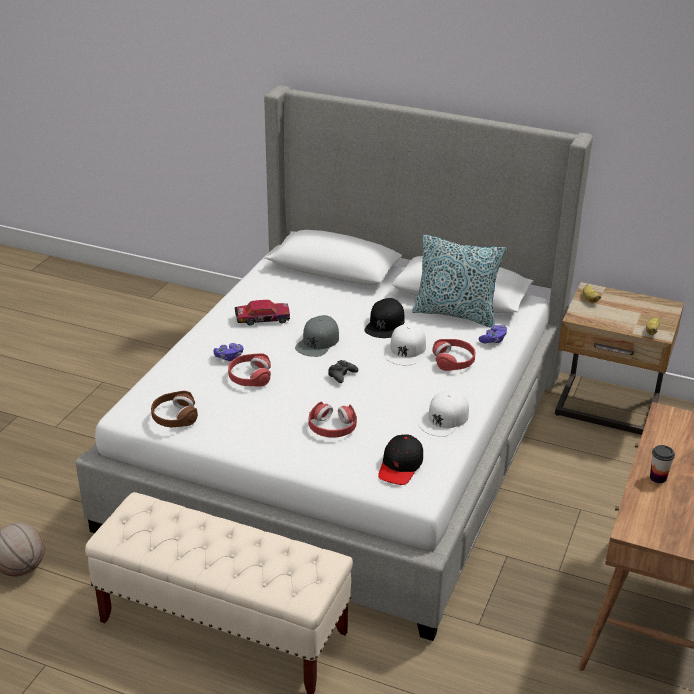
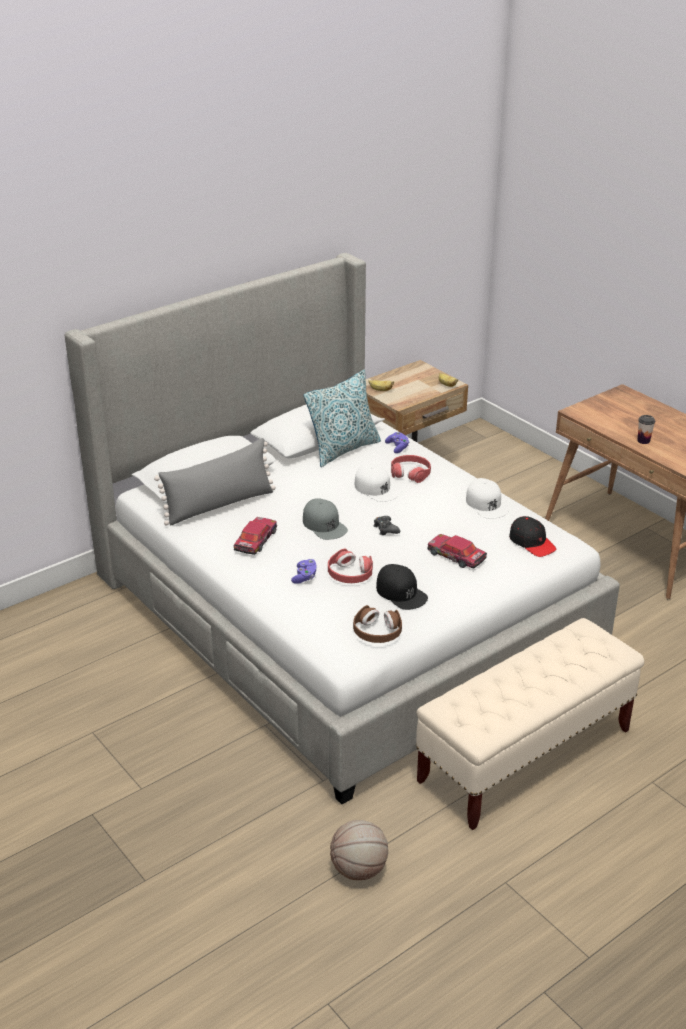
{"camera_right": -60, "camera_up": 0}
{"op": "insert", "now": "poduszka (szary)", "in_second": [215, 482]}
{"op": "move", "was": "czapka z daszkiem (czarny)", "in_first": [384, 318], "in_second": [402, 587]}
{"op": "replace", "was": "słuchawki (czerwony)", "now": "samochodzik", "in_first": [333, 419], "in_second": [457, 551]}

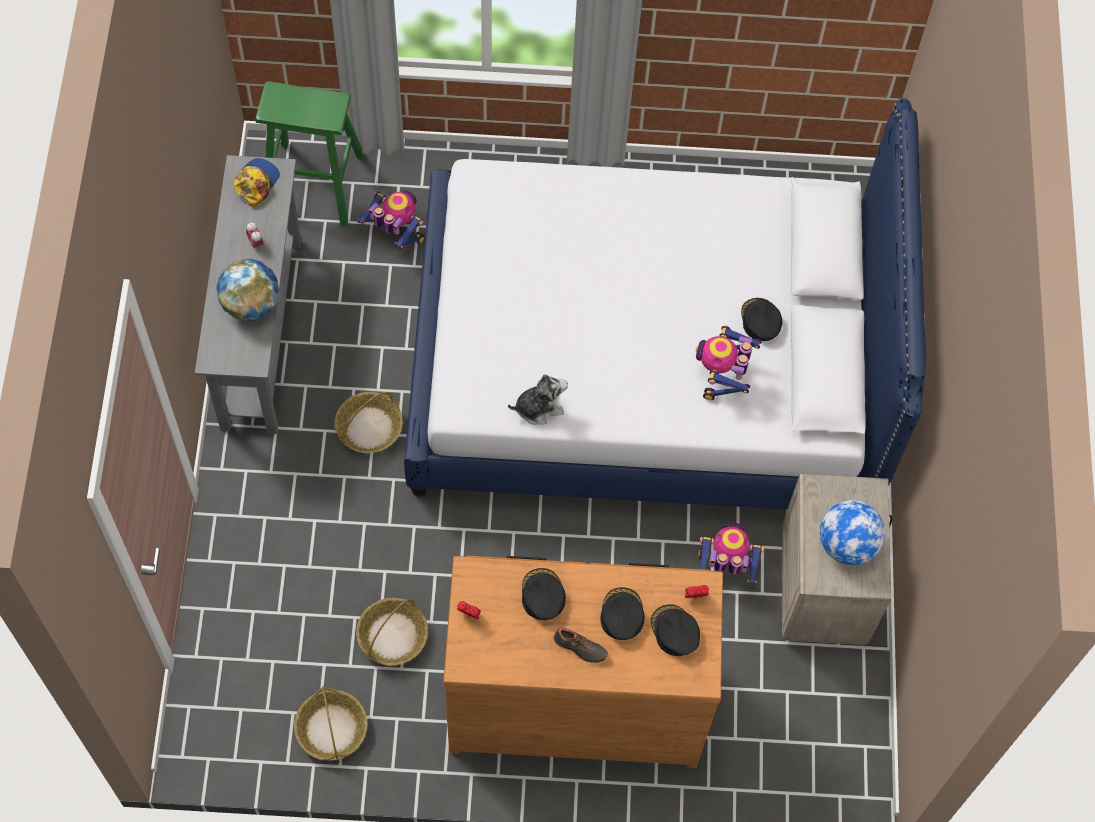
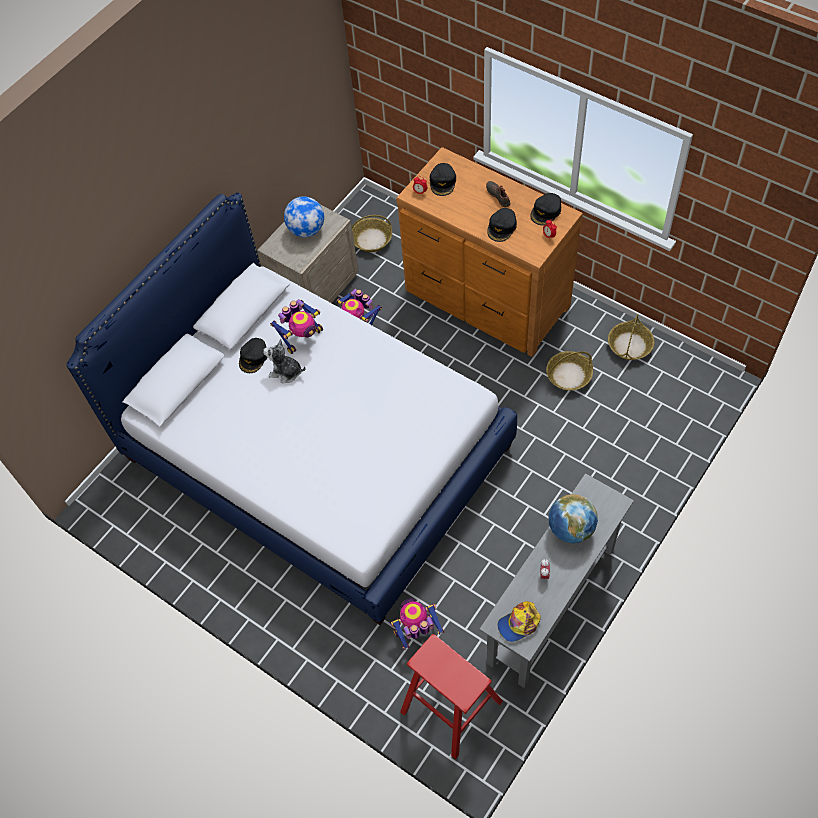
{"camera_right": -140, "camera_up": -5}
{"op": "move", "was": "koszyk", "in_first": [369, 422], "in_second": [372, 233]}
{"op": "move", "was": "pluszak", "in_first": [538, 399], "in_second": [284, 361]}
{"op": "move", "was": "czapka z daszkiem (czarny)", "in_first": [622, 613], "in_second": [545, 209]}
{"op": "recolor", "was": "stołek (zielony)", "now": "stołek (czerwony)", "in_first": [310, 154], "in_second": [451, 696]}
{"op": "rotate", "was": "robot zabawkowy", "in_first": [391, 219], "in_second": [417, 624], "clockwise": 90}

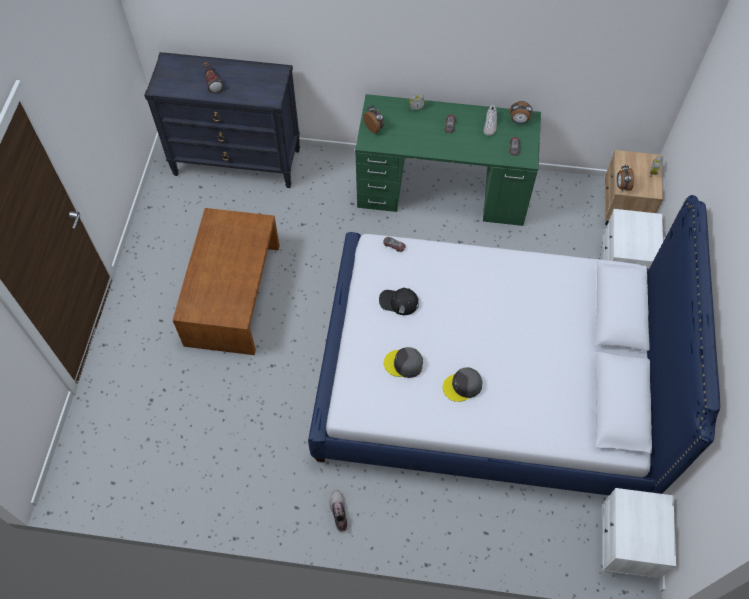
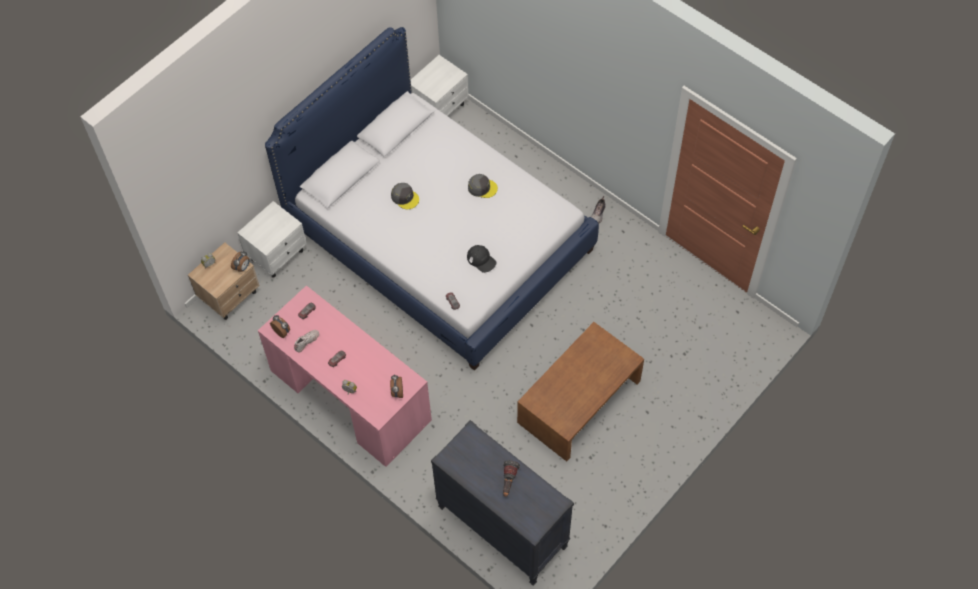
{"camera_right": -145, "camera_up": 0}
{"op": "move", "was": "czapka z daszkiem (szary)", "in_first": [403, 362], "in_second": [405, 196]}
{"op": "recolor", "was": "biurko (zielony)", "now": "biurko (różowy)", "in_first": [448, 160], "in_second": [345, 376]}

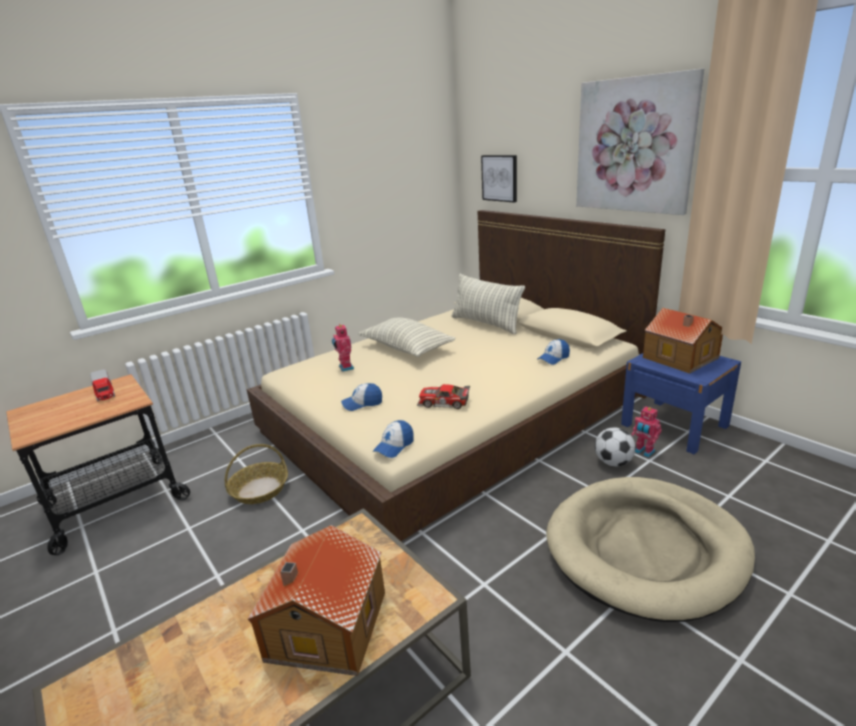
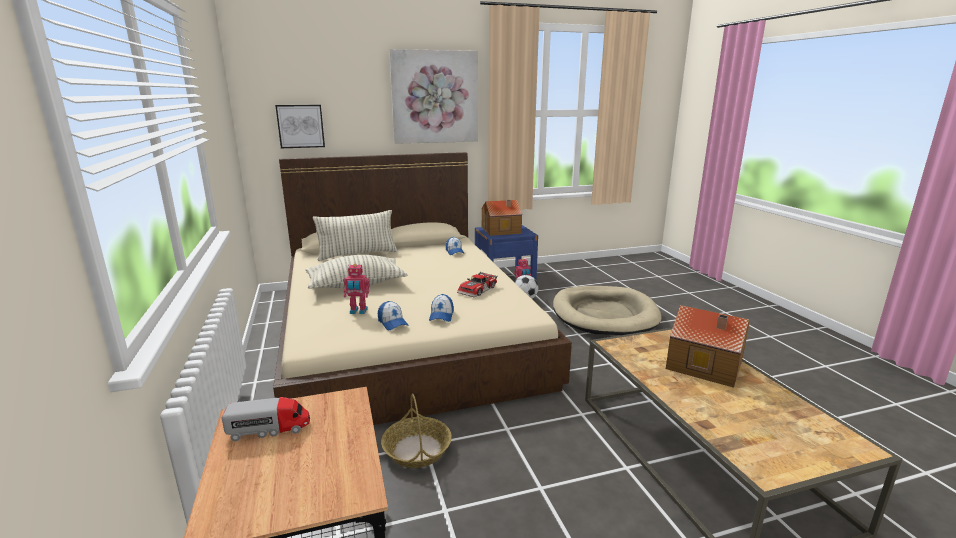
{"camera_right": -70, "camera_up": -5}
{"op": "move", "was": "czapka z daszkiem", "in_first": [393, 439], "in_second": [393, 315]}

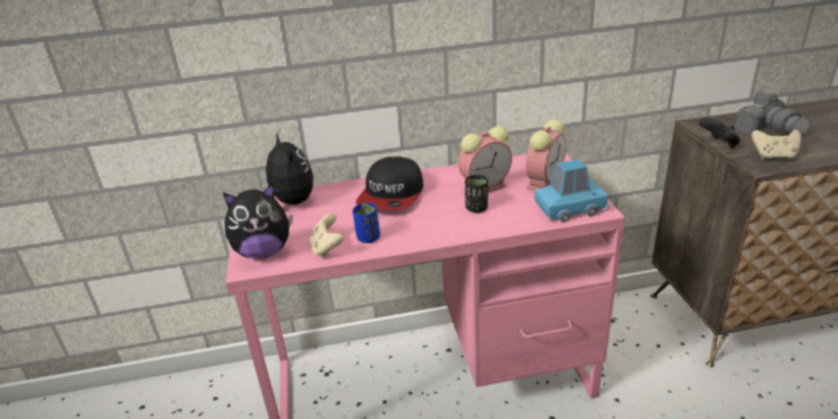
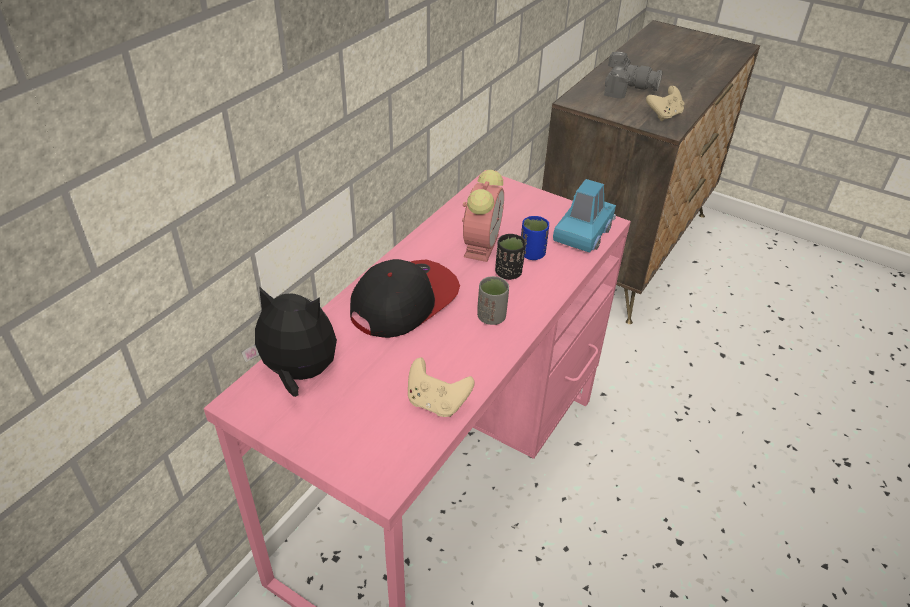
{"camera_right": -50, "camera_up": 10}
{"op": "delete", "was": "pluszak", "in_first": [258, 221]}
{"op": "delete", "was": "budzik", "in_first": [546, 155]}
{"op": "delete", "was": "pad do gier (czarny)", "in_first": [720, 133]}
{"op": "insert", "now": "filiżanka (szary)", "in_second": [493, 300]}
{"op": "move", "was": "filiżanka (niebieski)", "in_first": [366, 223], "in_second": [535, 238]}
{"op": "rotate", "was": "czapka z daszkiem", "in_first": [389, 183], "in_second": [405, 298], "clockwise": -105}

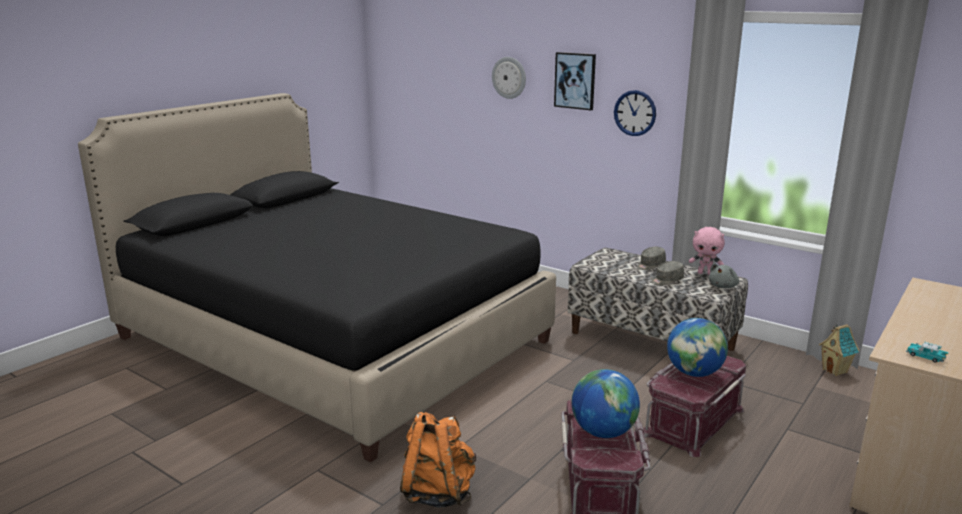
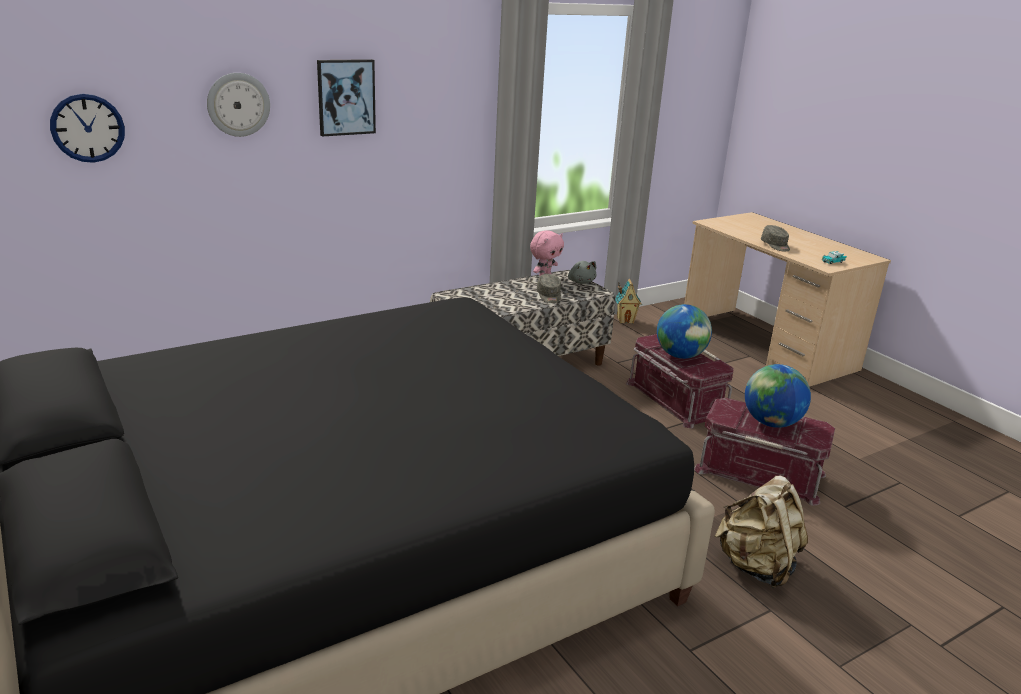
{"camera_right": -70, "camera_up": 5}
{"op": "move", "was": "zegar ścienny", "in_first": [635, 113], "in_second": [87, 128]}
{"op": "move", "was": "czapka z daszkiem (szary)", "in_first": [651, 258], "in_second": [775, 238]}
{"op": "recolor", "was": "plecak (pomarańczowy)", "now": "plecak (beżowy)", "in_first": [438, 460], "in_second": [761, 531]}

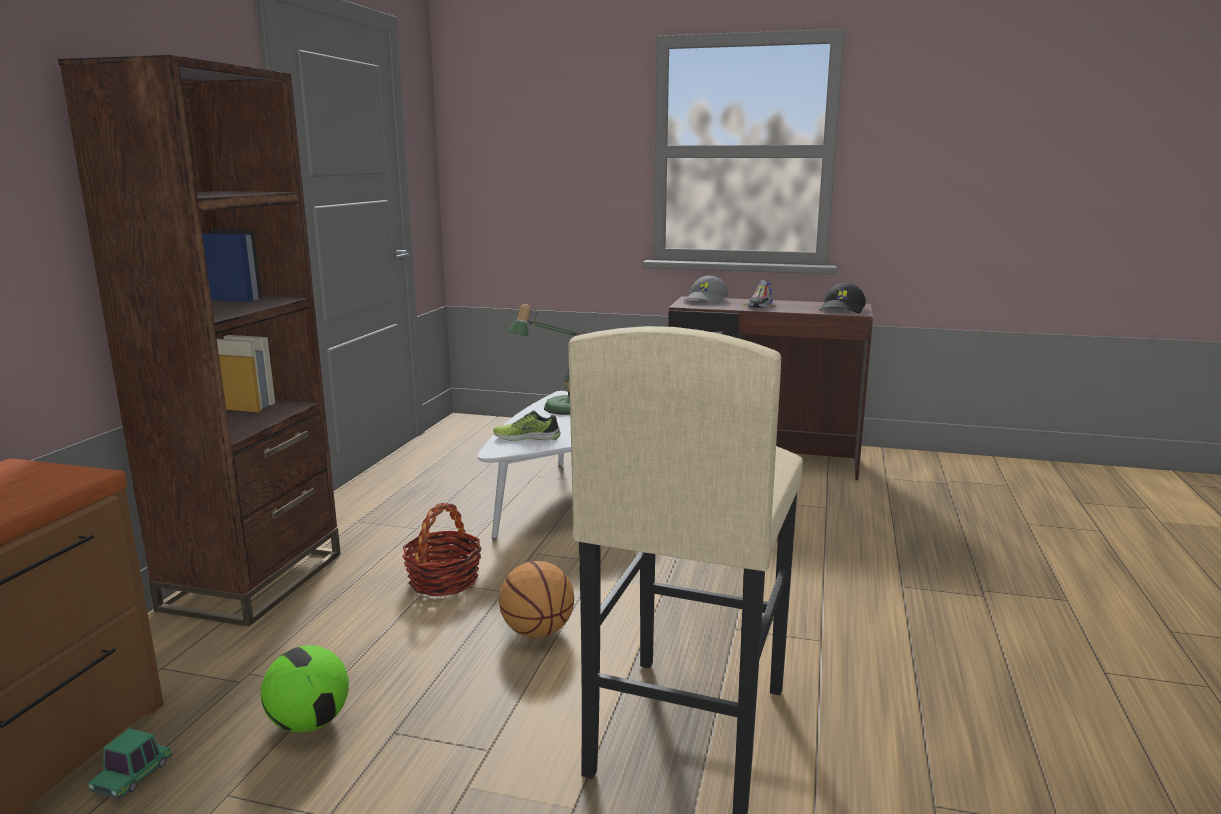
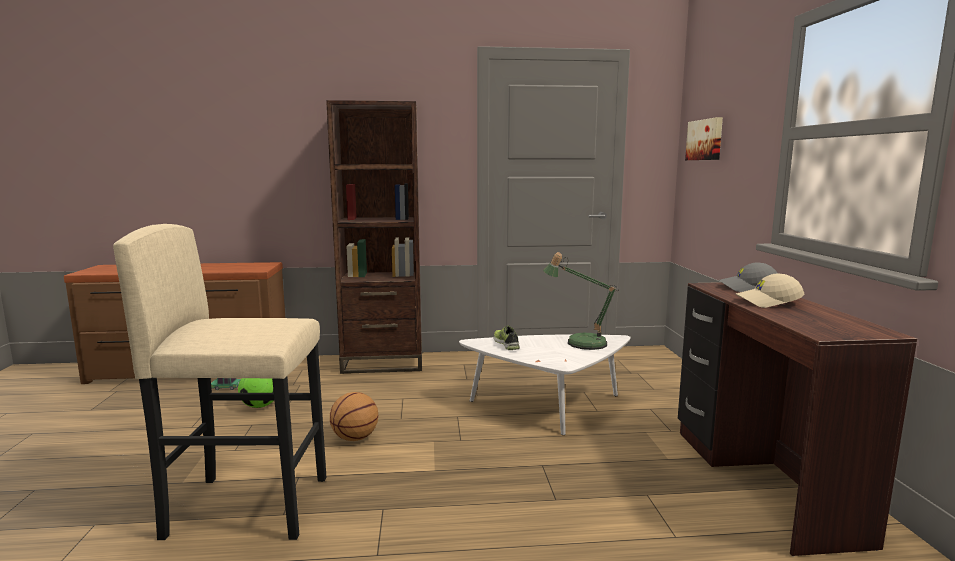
{"camera_right": 70, "camera_up": -5}
{"op": "delete", "was": "koszyk", "in_first": [442, 550]}
{"op": "delete", "was": "czapka z daszkiem (czarny)", "in_first": [843, 298]}
{"op": "insert", "now": "obraz", "in_second": [704, 138]}
{"op": "replace", "was": "but", "now": "czapka z daszkiem (beżowy)", "in_first": [759, 294], "in_second": [770, 290]}

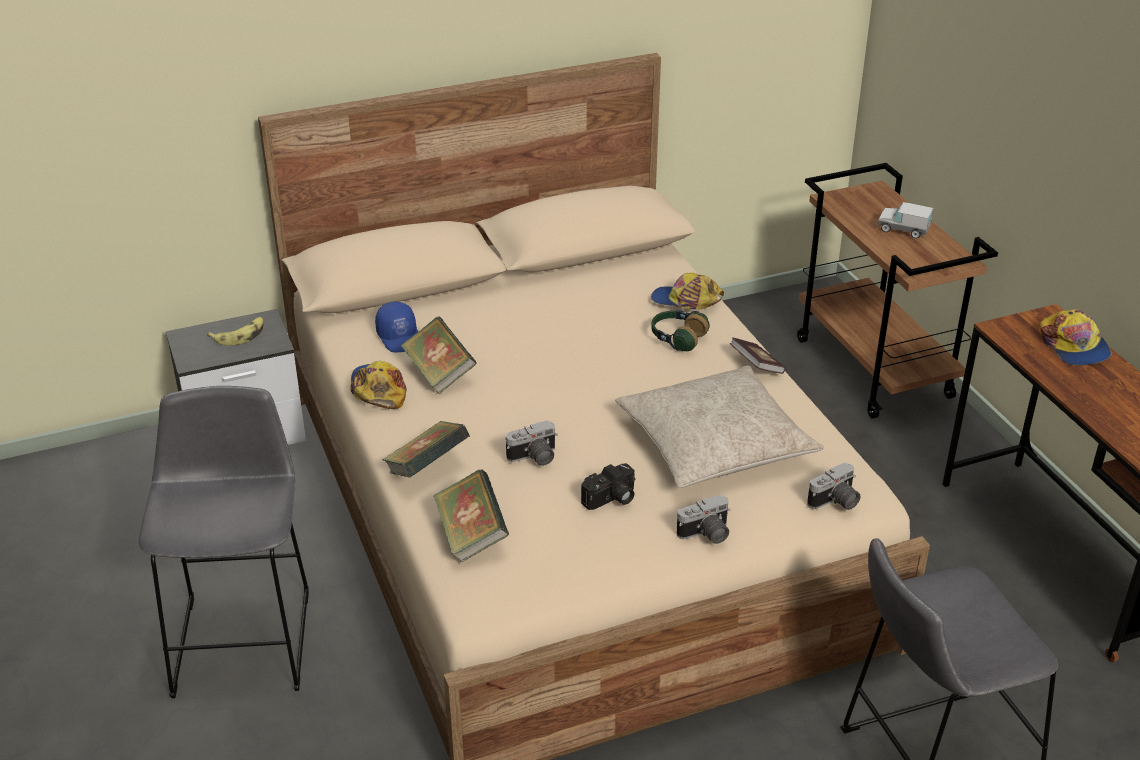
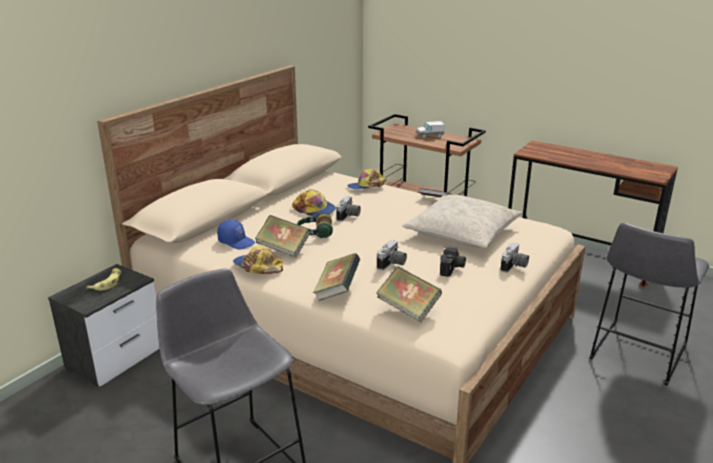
{"camera_right": -35, "camera_up": -10}
{"op": "move", "was": "słuchawki", "in_first": [680, 330], "in_second": [315, 225]}
{"op": "move", "was": "aparat fotograficzny", "in_first": [834, 486], "in_second": [348, 209]}
{"op": "move", "was": "czapka z daszkiem", "in_first": [1075, 337], "in_second": [314, 203]}

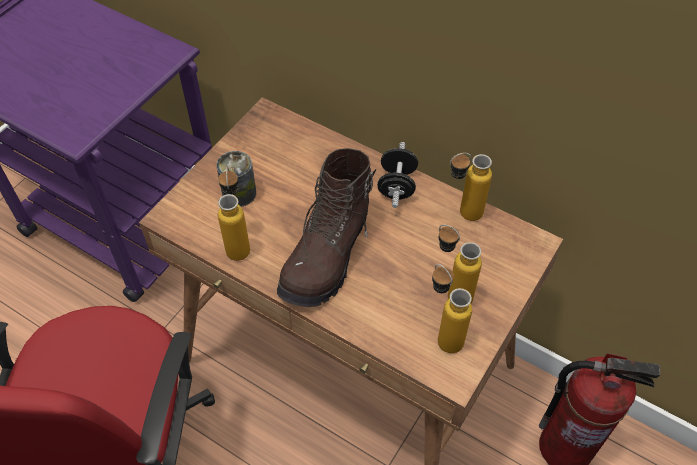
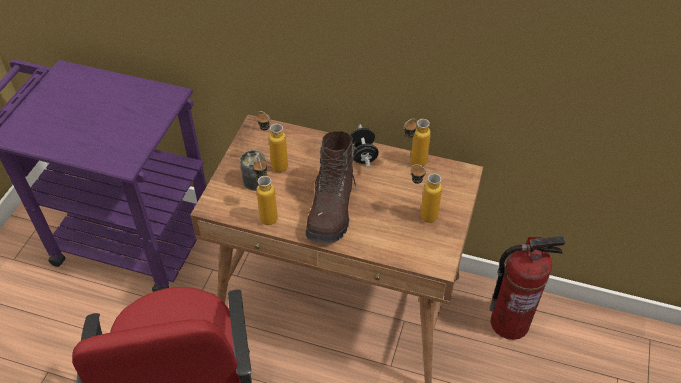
{"camera_right": -15, "camera_up": -5}
{"op": "move", "was": "butelka", "in_first": [452, 308], "in_second": [272, 141]}

